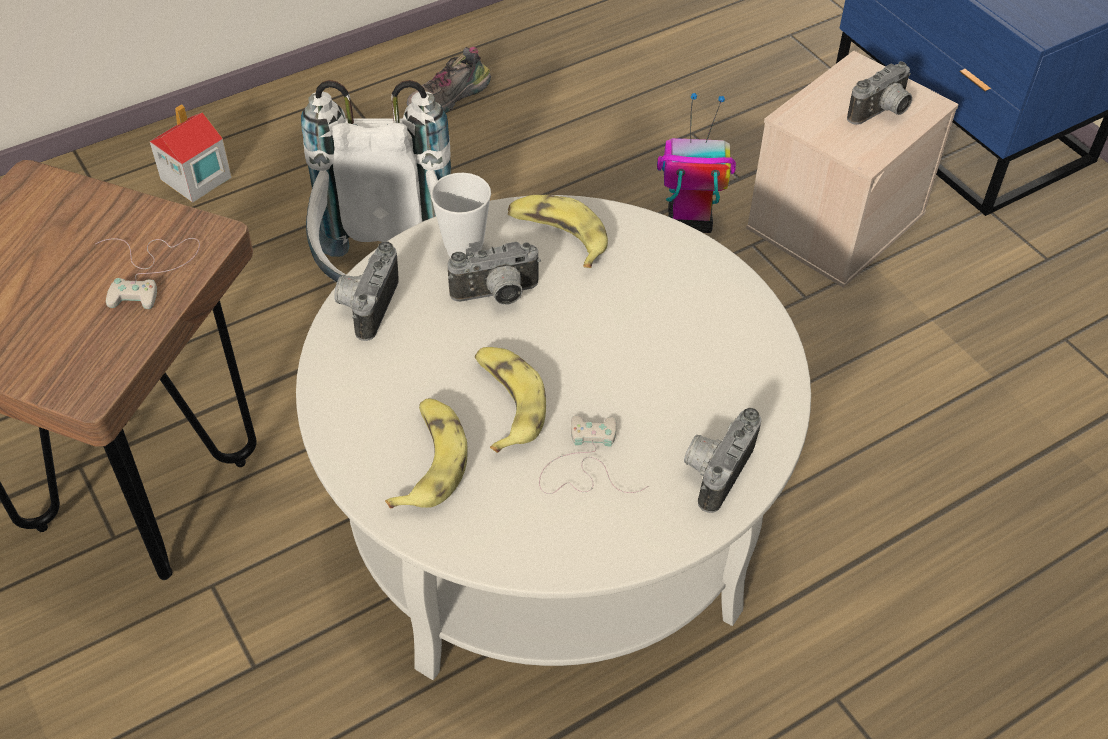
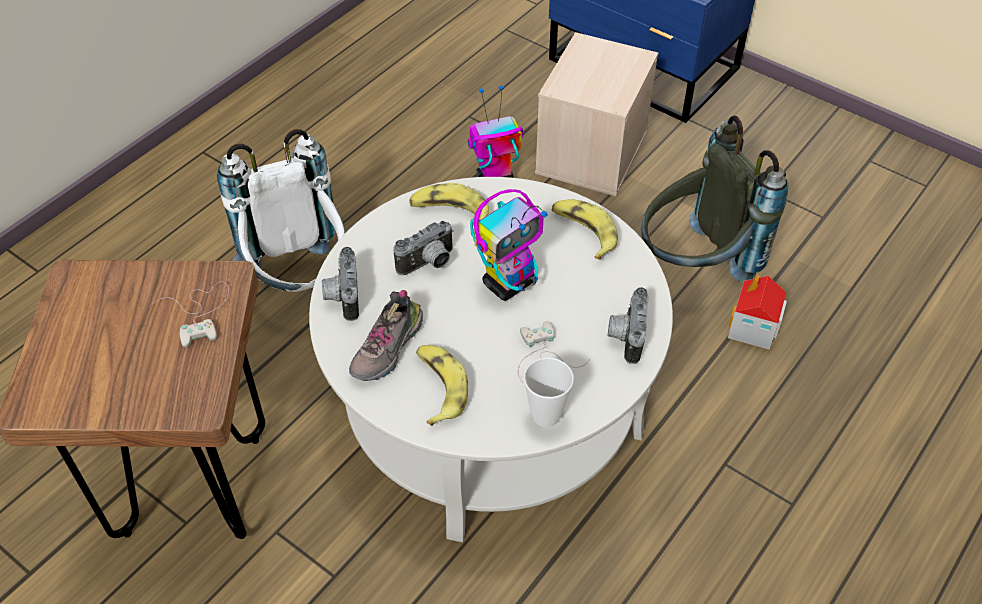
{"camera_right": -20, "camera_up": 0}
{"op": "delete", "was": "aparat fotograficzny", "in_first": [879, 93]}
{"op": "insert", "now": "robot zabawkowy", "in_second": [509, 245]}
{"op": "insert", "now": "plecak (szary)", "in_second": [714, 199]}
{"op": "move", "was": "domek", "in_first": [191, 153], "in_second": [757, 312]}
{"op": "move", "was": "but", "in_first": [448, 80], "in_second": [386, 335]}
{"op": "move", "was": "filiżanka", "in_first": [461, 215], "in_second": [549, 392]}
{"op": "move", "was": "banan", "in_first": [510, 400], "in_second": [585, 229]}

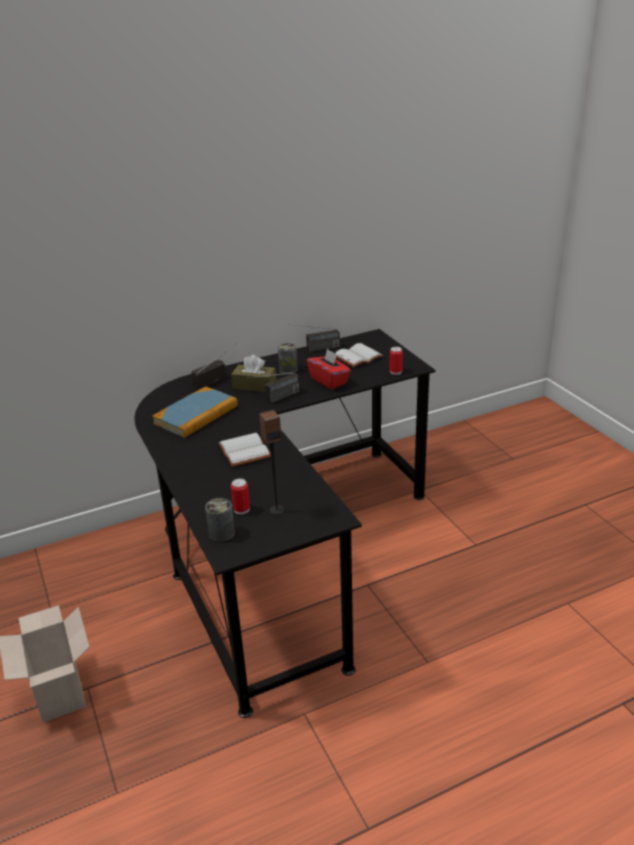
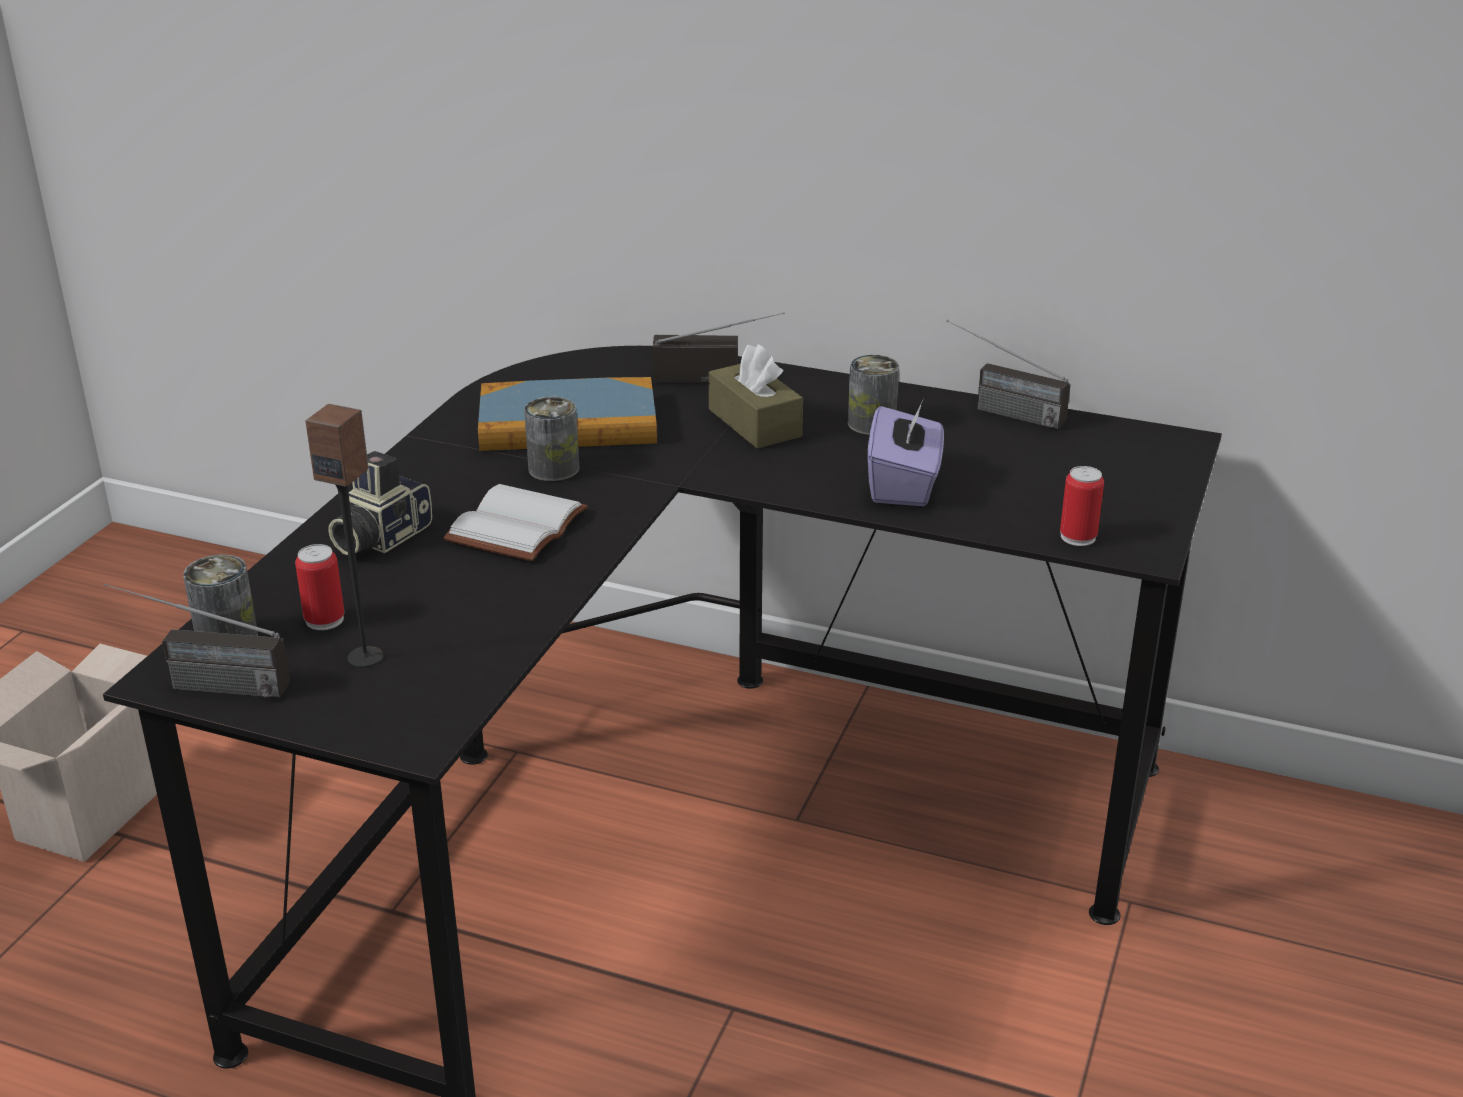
{"camera_right": 45, "camera_up": 0}
{"op": "delete", "was": "książka (biały)", "in_first": [359, 355]}
{"op": "insert", "now": "aparat fotograficzny", "in_second": [380, 503]}
{"op": "insert", "now": "puszka", "in_second": [551, 439]}
{"op": "move", "was": "radio", "in_first": [273, 387], "in_second": [197, 640]}
{"op": "recolor", "was": "pudełko chusteczek (czerwony)", "now": "pudełko chusteczek (fioletowy)", "in_first": [329, 369], "in_second": [906, 455]}

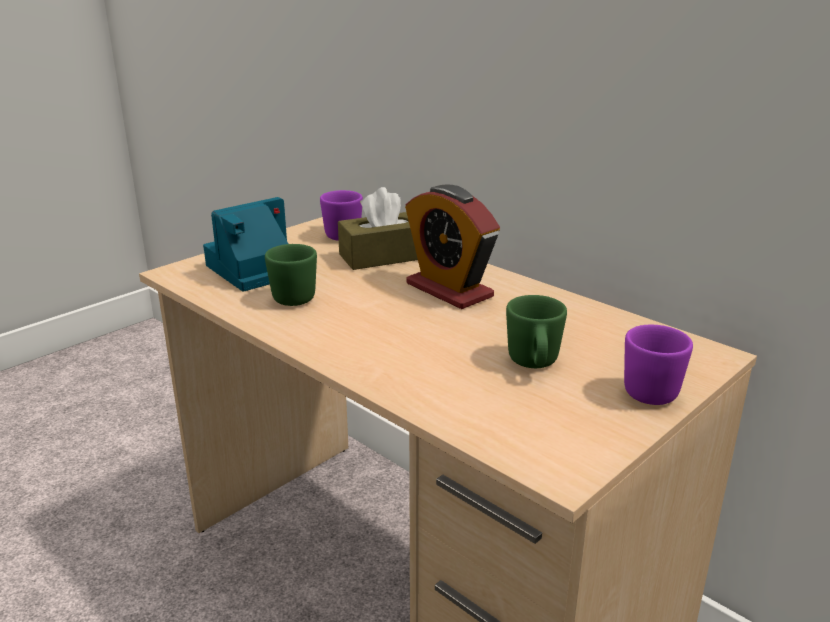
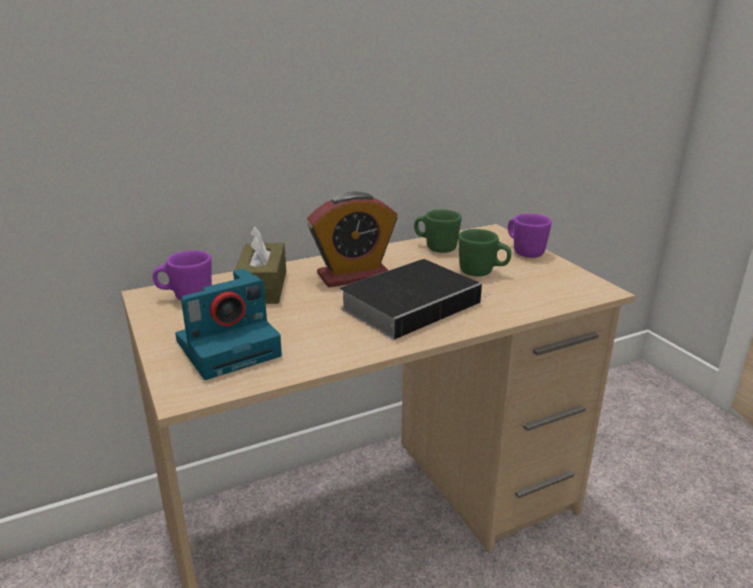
{"camera_right": -70, "camera_up": 0}
{"op": "insert", "now": "książka", "in_second": [415, 299]}
{"op": "move", "was": "kubek (zielony)", "in_first": [291, 275], "in_second": [438, 231]}
{"op": "rotate", "was": "aparat fotograficzny", "in_first": [245, 244], "in_second": [228, 324], "clockwise": -105}

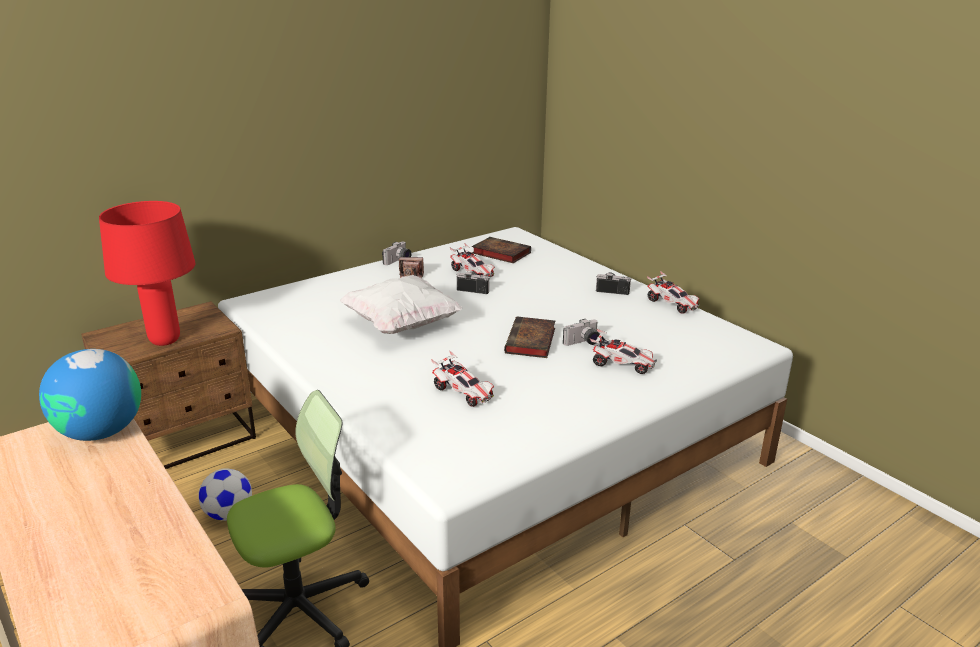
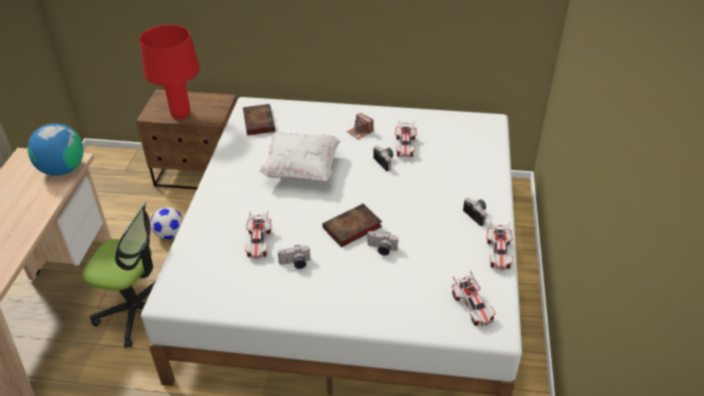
{"camera_right": 45, "camera_up": 15}
{"op": "move", "was": "aparat fotograficzny", "in_first": [397, 253], "in_second": [294, 257]}
{"op": "move", "was": "książka", "in_first": [501, 250], "in_second": [259, 120]}
{"op": "move", "was": "samochodzik", "in_first": [623, 351], "in_second": [474, 298]}

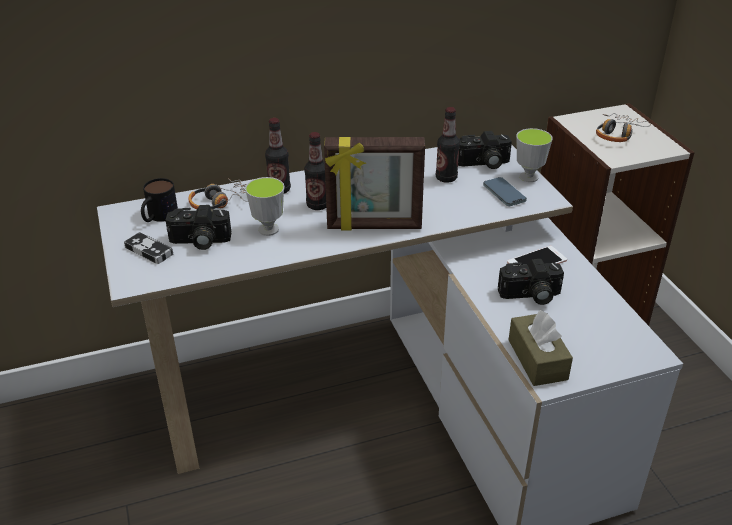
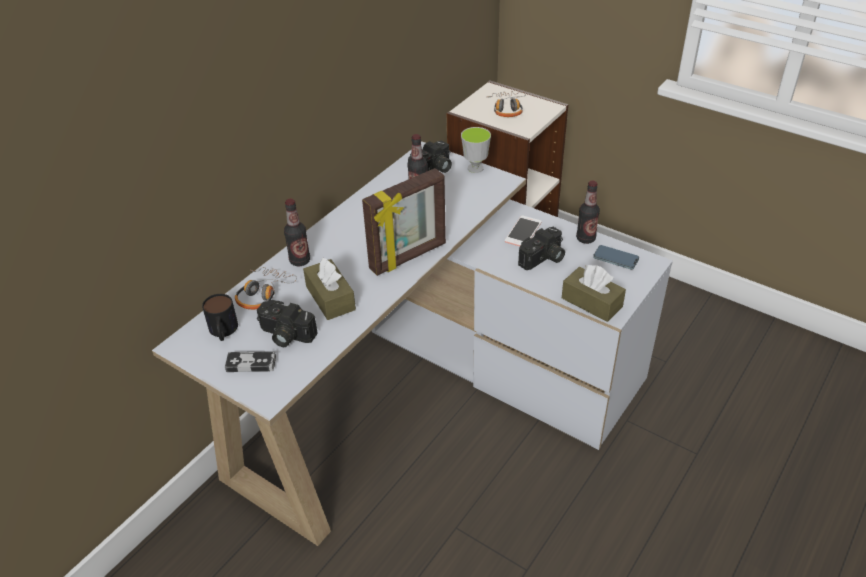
{"camera_right": -35, "camera_up": 5}
{"op": "move", "was": "butelka", "in_first": [315, 171], "in_second": [588, 212]}
{"op": "move", "was": "telefon", "in_first": [505, 191], "in_second": [616, 257]}
{"op": "replace", "was": "filiżanka", "now": "pudełko chusteczek (brązowy)", "in_first": [265, 206], "in_second": [329, 288]}
{"op": "rotate", "was": "aparat fotograficzny", "in_first": [198, 227], "in_second": [287, 323], "clockwise": 60}

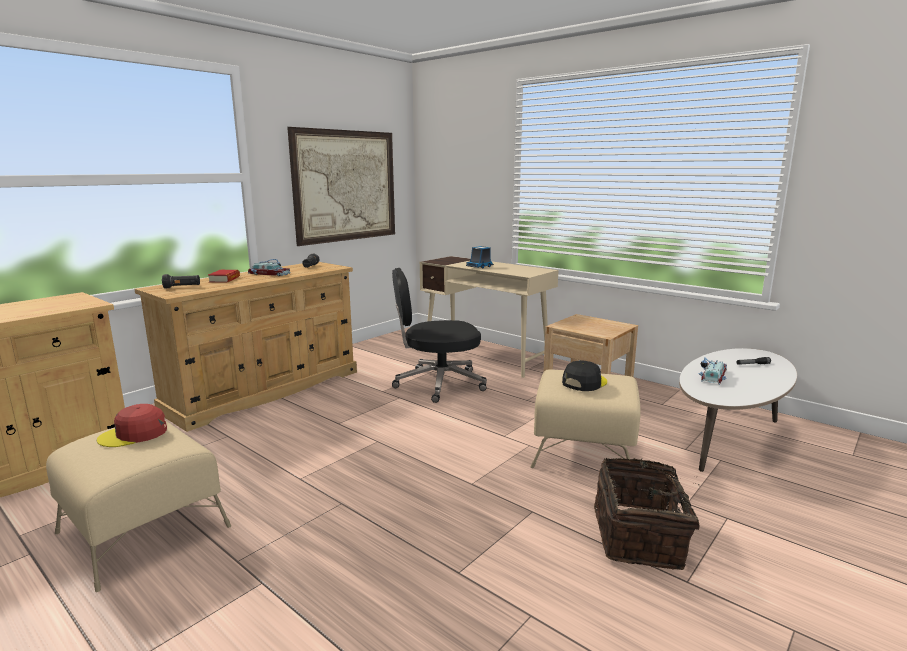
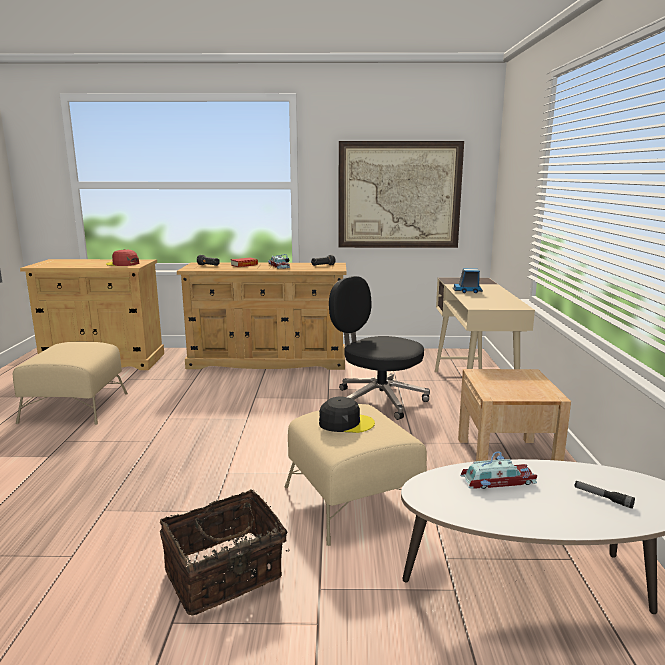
{"camera_right": 50, "camera_up": 0}
{"op": "move", "was": "czapka z daszkiem (czerwony)", "in_first": [132, 425], "in_second": [122, 257]}

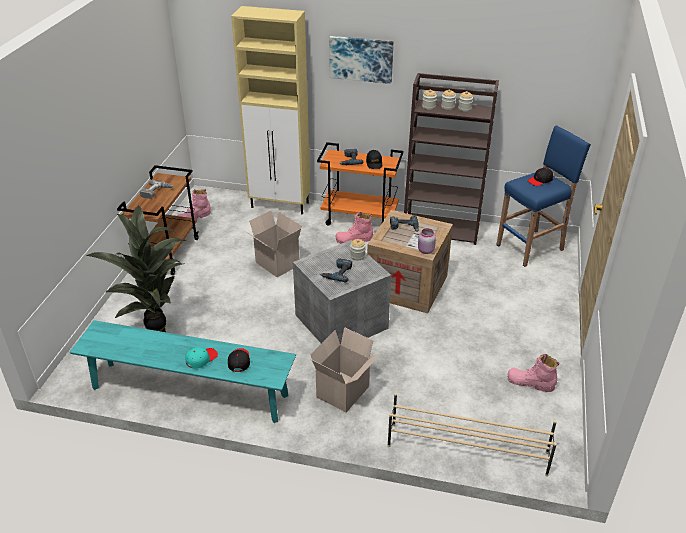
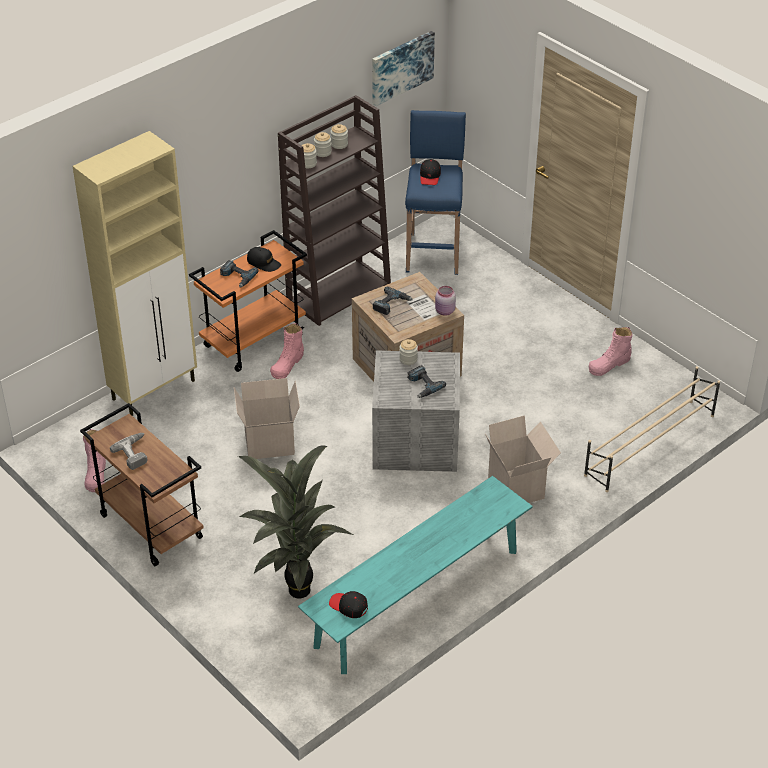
{"camera_right": -55, "camera_up": 5}
{"op": "delete", "was": "czapka z daszkiem (turkusowy)", "in_first": [201, 358]}
{"op": "move", "was": "czapka z daszkiem (czarny)", "in_first": [239, 360], "in_second": [348, 604]}
{"op": "move", "was": "obraz", "in_first": [361, 60], "in_second": [403, 68]}

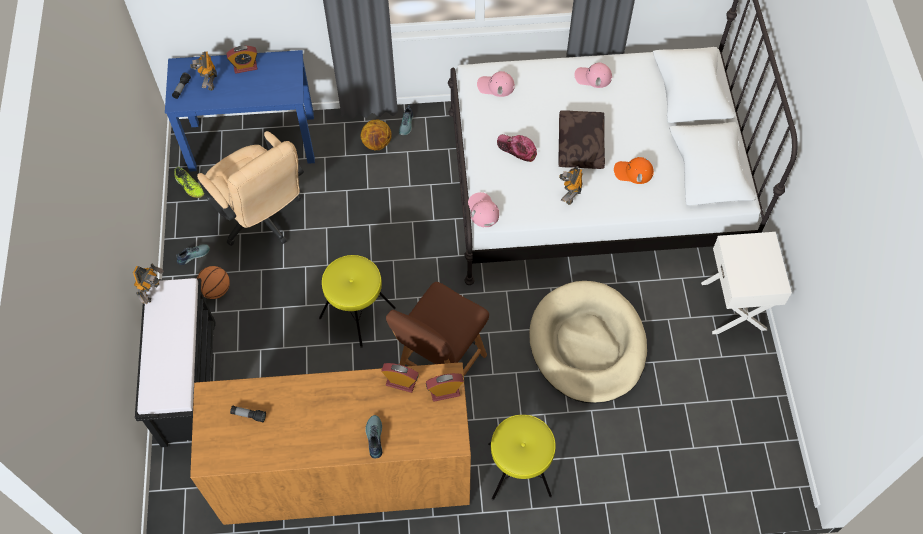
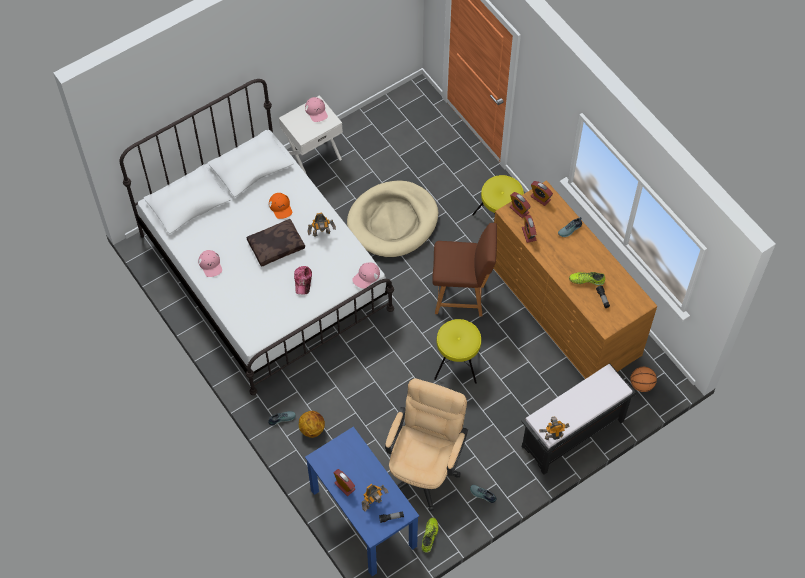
{"camera_right": -120, "camera_up": 0}
{"op": "insert", "now": "budzik", "in_second": [542, 193]}
{"op": "insert", "now": "but", "in_second": [587, 279]}
{"op": "move", "was": "piłka do koszykówki", "in_first": [213, 282], "in_second": [643, 379]}
{"op": "move", "was": "czapka z daszkiem (różowy)", "in_first": [496, 84], "in_second": [316, 109]}

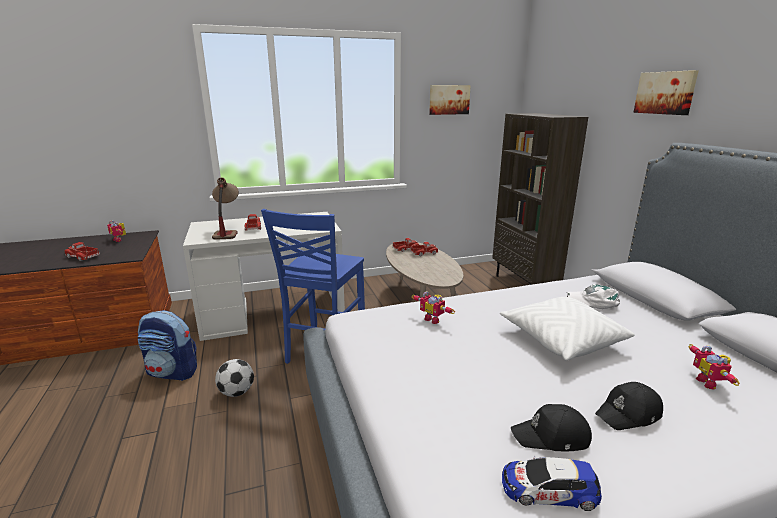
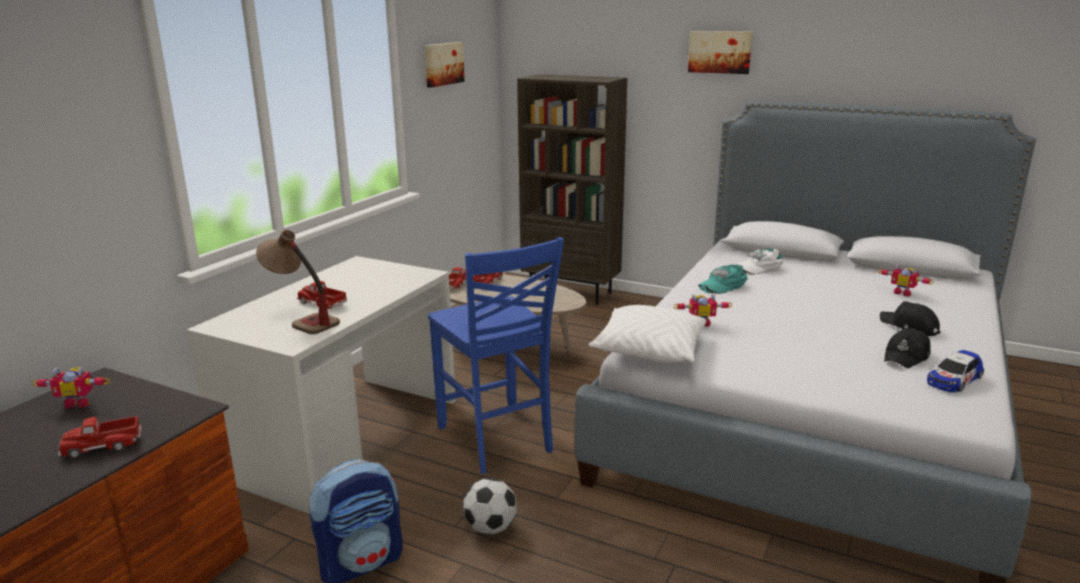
{"camera_right": -45, "camera_up": 0}
{"op": "insert", "now": "czapka z daszkiem (turkusowy)", "in_second": [723, 279]}
{"op": "move", "was": "poduszka (biały)", "in_first": [567, 329], "in_second": [647, 334]}
{"op": "rotate", "was": "czapka z daszkiem (czarny)", "in_first": [629, 406], "in_second": [910, 318], "clockwise": 120}

